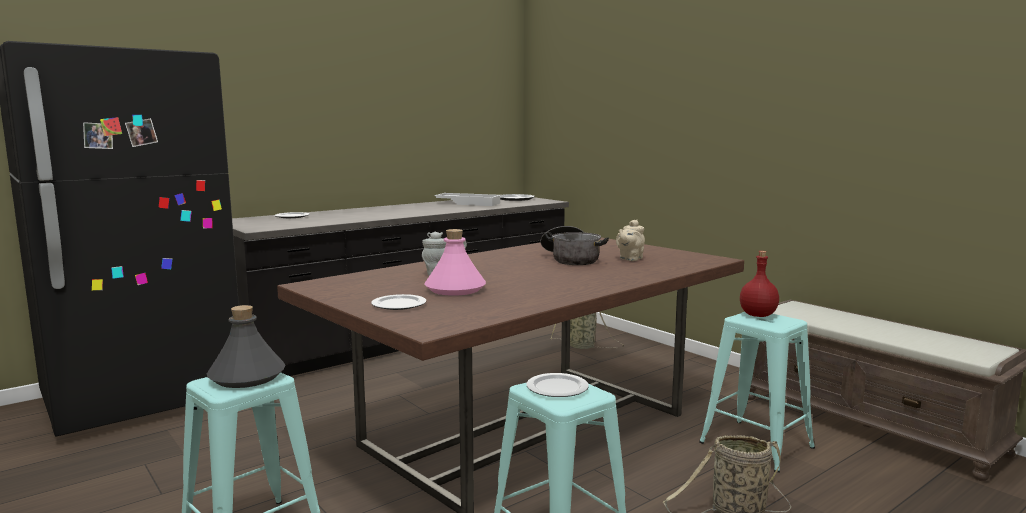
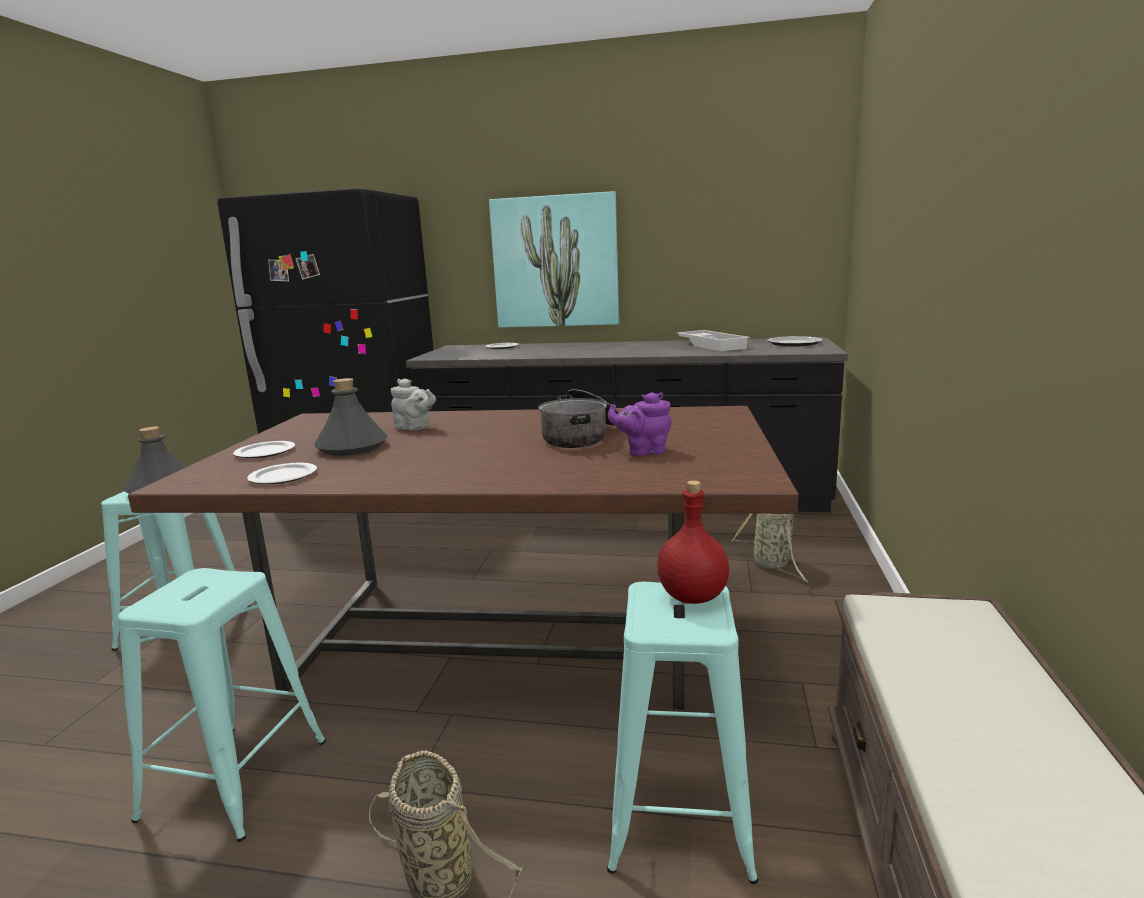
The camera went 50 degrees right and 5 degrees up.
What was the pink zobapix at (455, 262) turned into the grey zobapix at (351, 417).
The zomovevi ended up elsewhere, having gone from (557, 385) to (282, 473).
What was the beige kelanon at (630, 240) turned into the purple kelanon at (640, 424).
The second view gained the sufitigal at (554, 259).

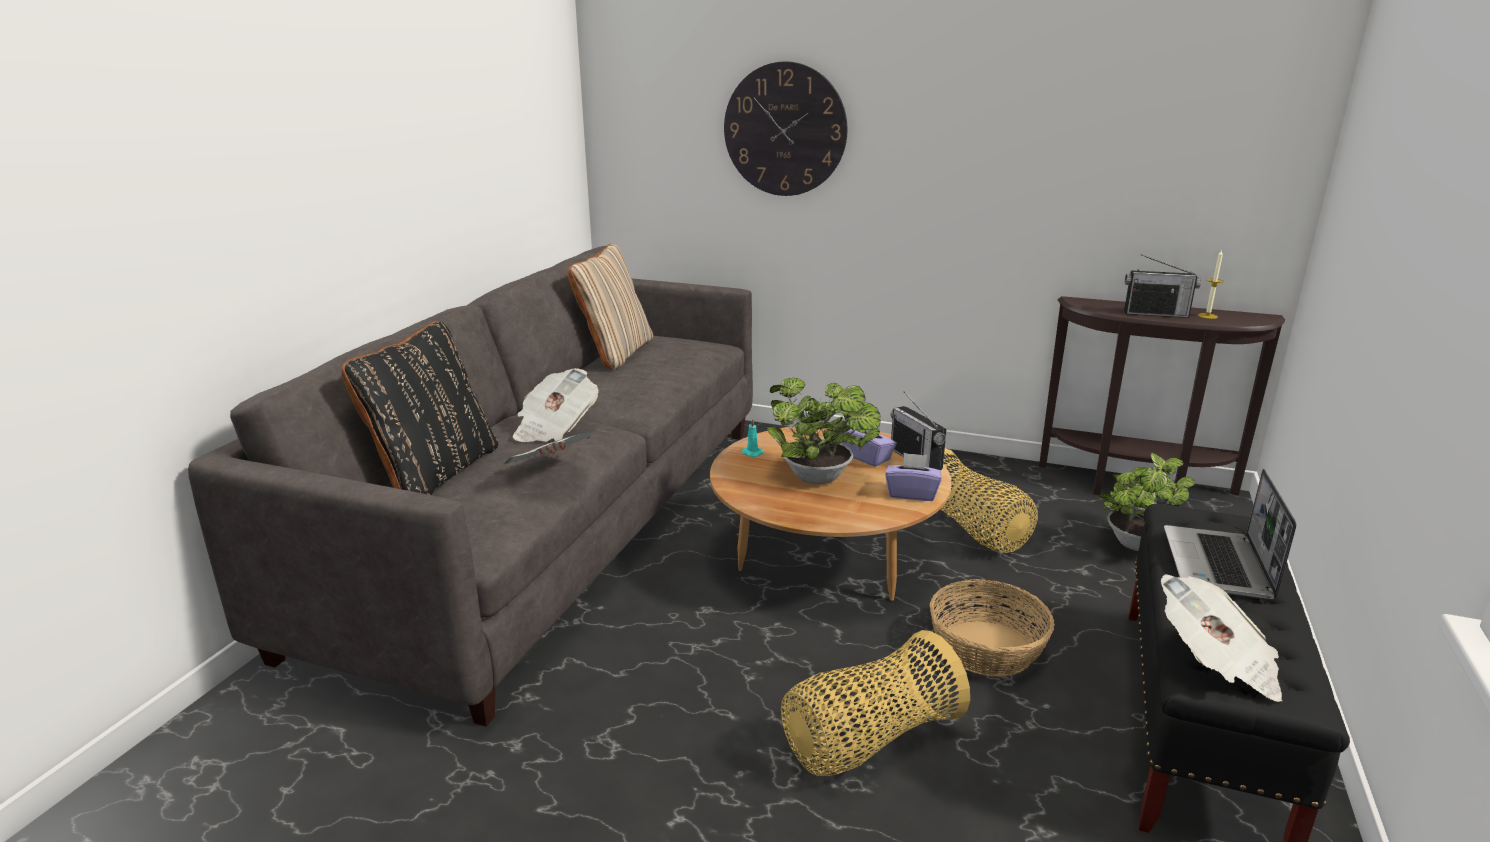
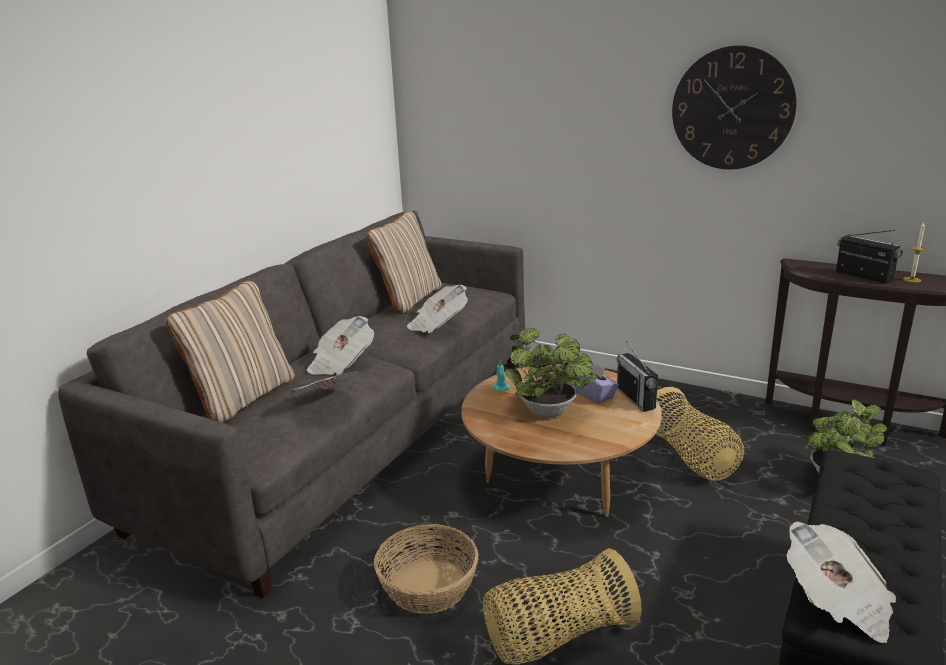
The camera went 10 degrees right and 0 degrees up.
What was the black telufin at (419, 408) turned into the beige telufin at (230, 351).
The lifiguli ended up elsewhere, having gone from (786, 129) to (734, 107).
The second view lost the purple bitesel at (913, 477).
The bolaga ended up elsewhere, having gone from (992, 628) to (426, 569).
The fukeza at (1162, 286) ended up facing another way, 150 degrees counterclockwise from before.
The second view lost the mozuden at (1230, 534).
The second view gained the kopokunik at (437, 309).

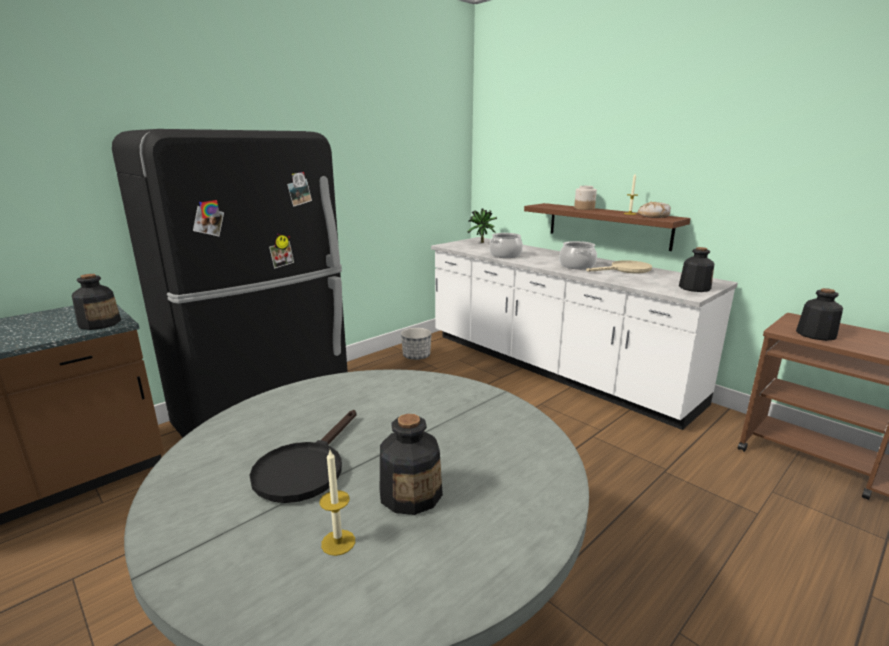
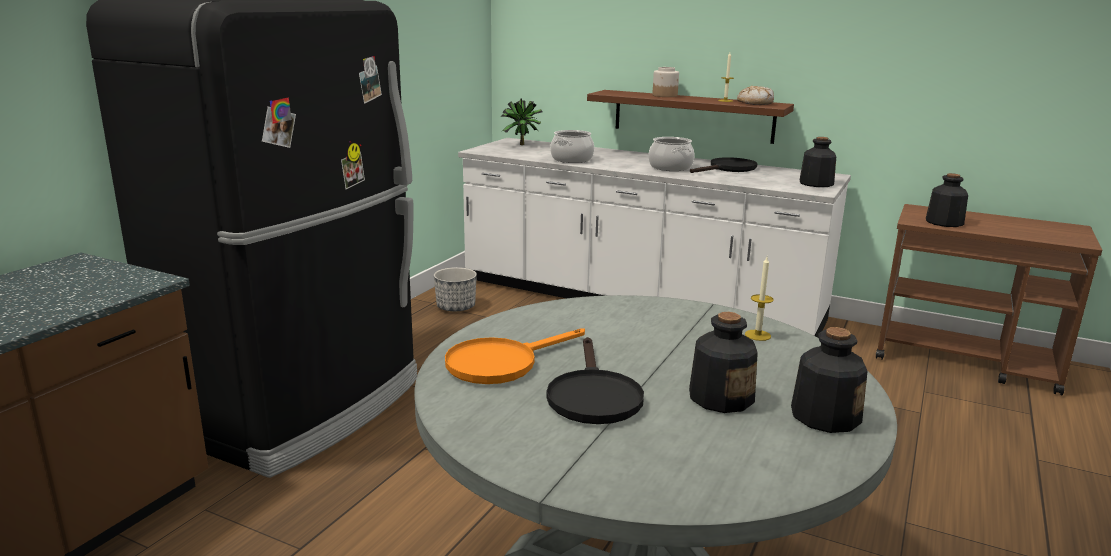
The camera went 20 degrees left and 0 degrees up.
The zobapix ended up elsewhere, having gone from (96, 302) to (829, 380).
The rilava ended up elsewhere, having gone from (337, 503) to (759, 299).
What was the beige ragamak at (619, 267) turned into the black ragamak at (723, 165).
The second view gained the orange ragamak at (515, 356).

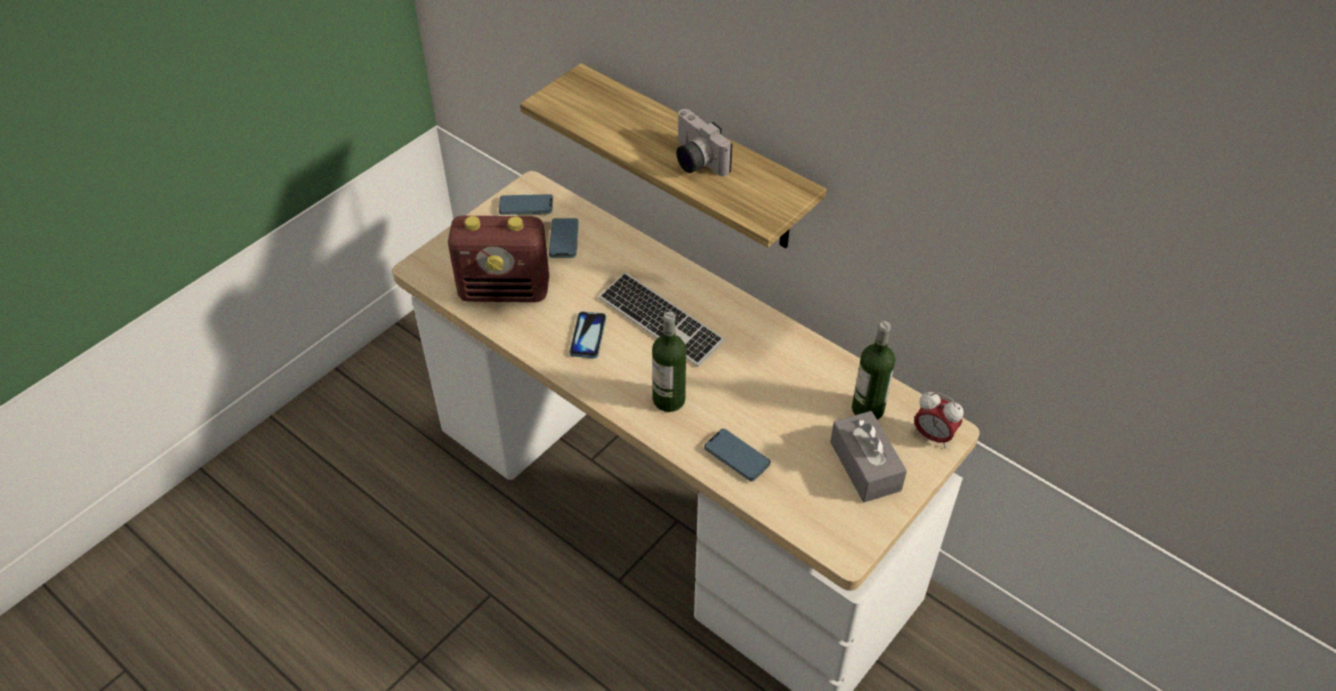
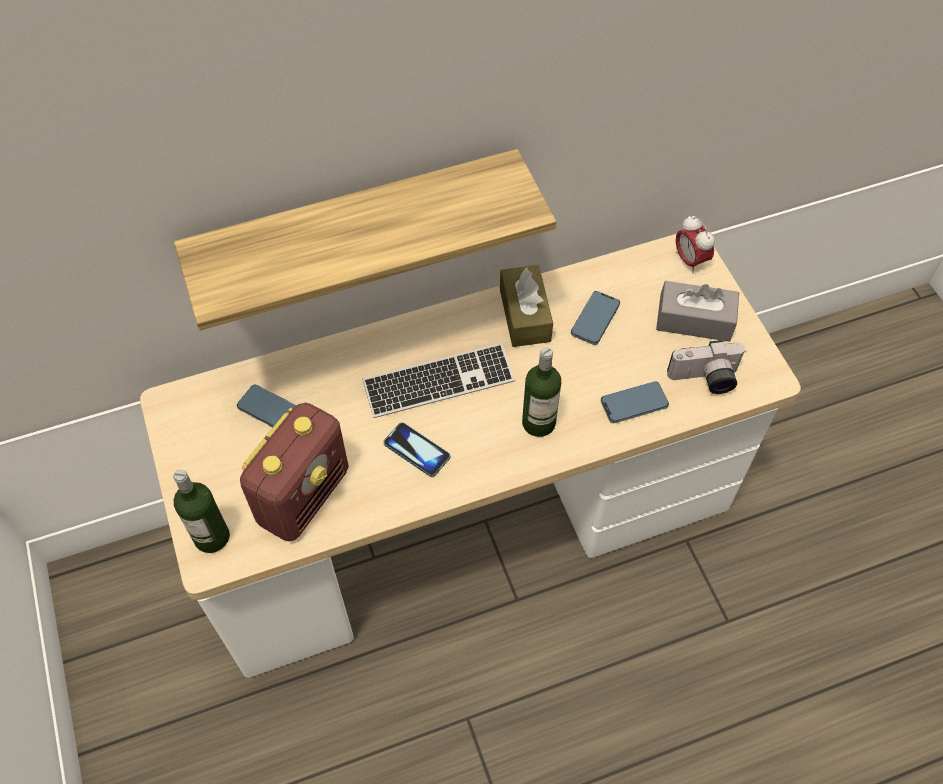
The camera went 60 degrees left and 10 degrees up.
The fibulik ended up elsewhere, having gone from (526, 204) to (595, 318).
The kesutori ended up elsewhere, having gone from (704, 142) to (706, 367).
The zobapix ended up elsewhere, having gone from (873, 370) to (201, 511).
The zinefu at (939, 420) ended up facing another way, 90 degrees clockwise from before.
The second view gained the brown bitesel at (526, 306).

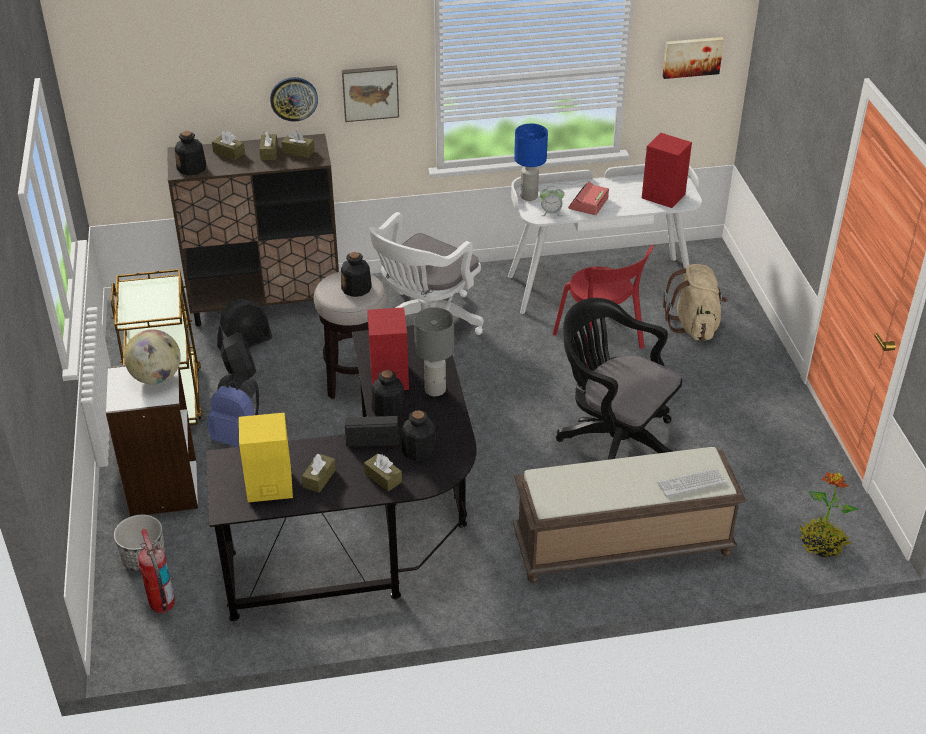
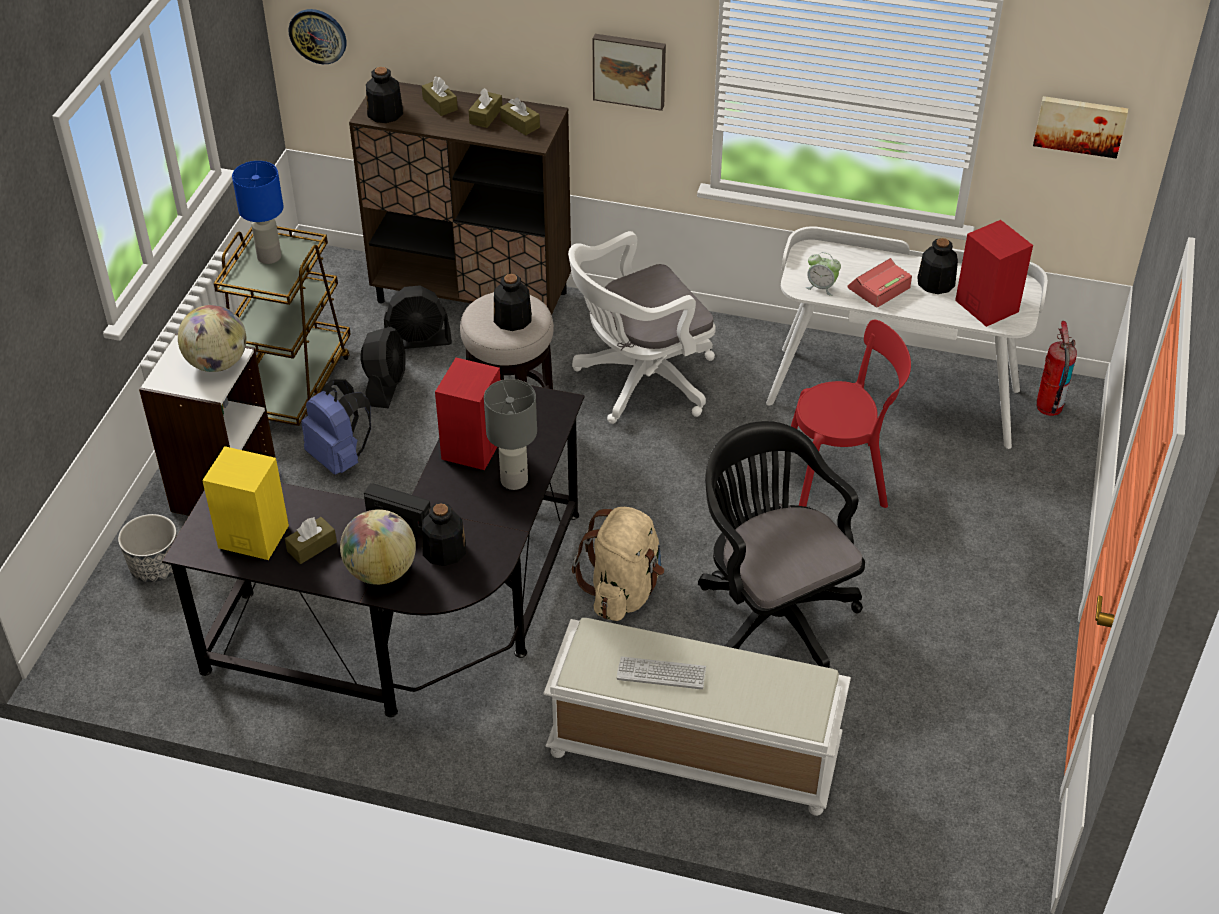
The camera went 25 degrees right and 5 degrees up.
The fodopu ended up elsewhere, having gone from (156, 571) to (1056, 368).
The lifiguli ended up elsewhere, having gone from (294, 99) to (317, 36).
Where the brown bitesel stood at (383, 472), the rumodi came to stand at (378, 547).
The zobapix ended up elsewhere, having gone from (389, 393) to (937, 266).
What was the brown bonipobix at (629, 515) turned into the white bonipobix at (697, 717).
The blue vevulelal ended up elsewhere, having gone from (531, 162) to (257, 212).
The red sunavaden at (603, 306) ended up facing another way, 90 degrees counterclockwise from before.
The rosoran ended up elsewhere, having gone from (691, 483) to (661, 673).
The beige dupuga ended up elsewhere, having gone from (695, 302) to (618, 564).
The second view lost the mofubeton at (828, 514).

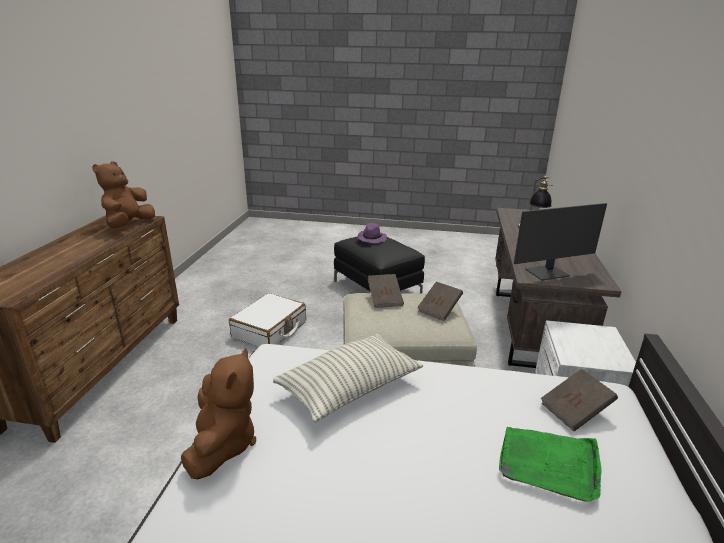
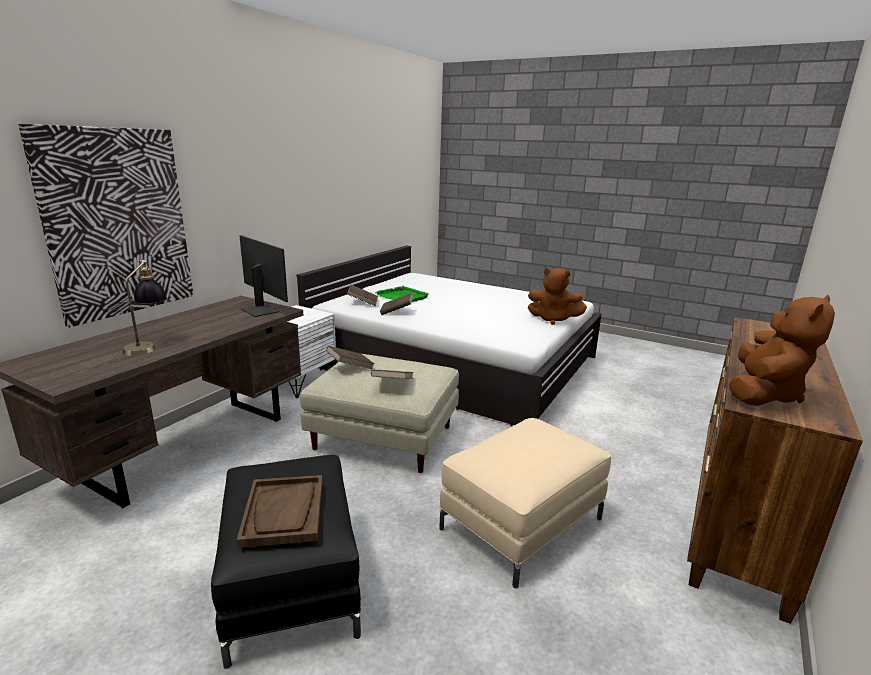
The camera went 160 degrees left and 5 degrees down.
The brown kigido at (218, 413) ended up facing another way, 90 degrees counterclockwise from before.
Where the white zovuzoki stood at (267, 320), the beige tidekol came to stand at (525, 503).
The second view lost the telufin at (348, 378).
Where the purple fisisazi stood at (372, 233), the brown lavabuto came to stand at (279, 511).
The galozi at (560, 241) ended up facing another way, 45 degrees clockwise from before.
The second view gained the sufitigal at (106, 226).
The second view gained the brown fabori at (396, 304).

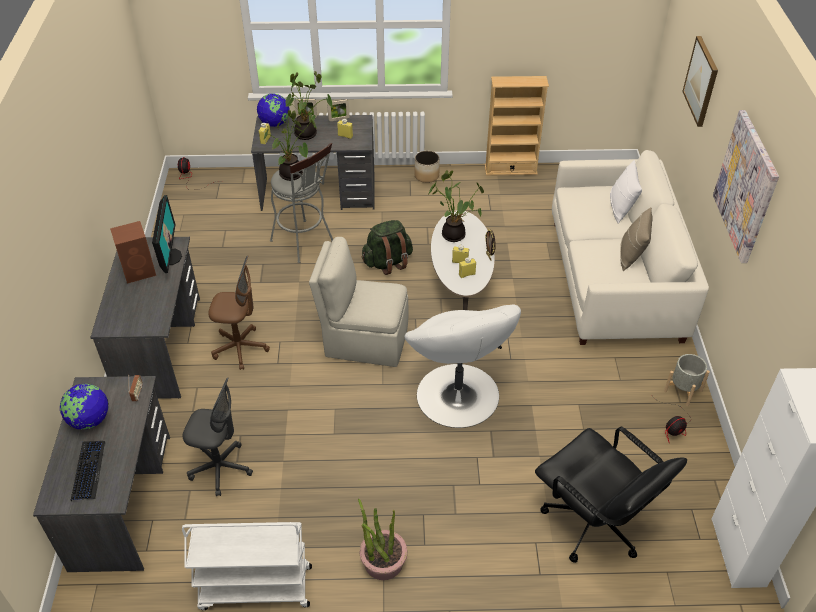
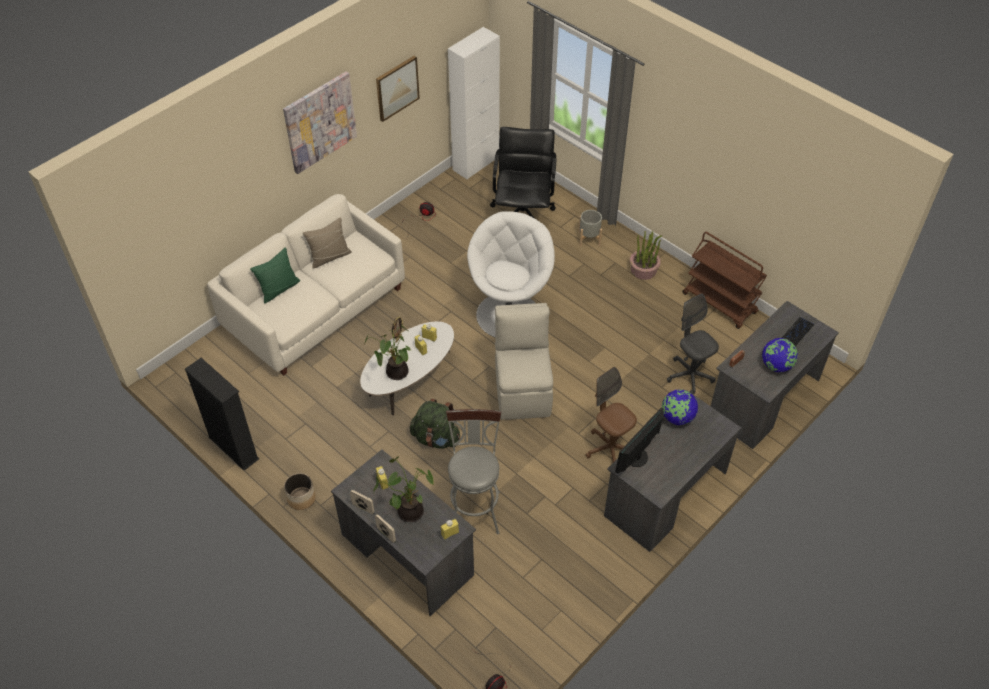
The camera went 135 degrees left and 5 degrees up.
The second view lost the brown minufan at (133, 252).
What was the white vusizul at (247, 566) turned into the brown vusizul at (724, 280).
The rumodi ended up elsewhere, having gone from (273, 110) to (680, 407).
The second view lost the mofubeton at (290, 145).
The beige sunavaden at (358, 302) ended up facing another way, 150 degrees counterclockwise from before.
What was the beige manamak at (517, 126) turned into the black manamak at (222, 414).
What was the white telufin at (626, 192) turned into the green telufin at (275, 275).
The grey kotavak ended up elsewhere, having gone from (687, 380) to (590, 228).
The sufitigal ended up elsewhere, having gone from (700, 81) to (398, 89).

